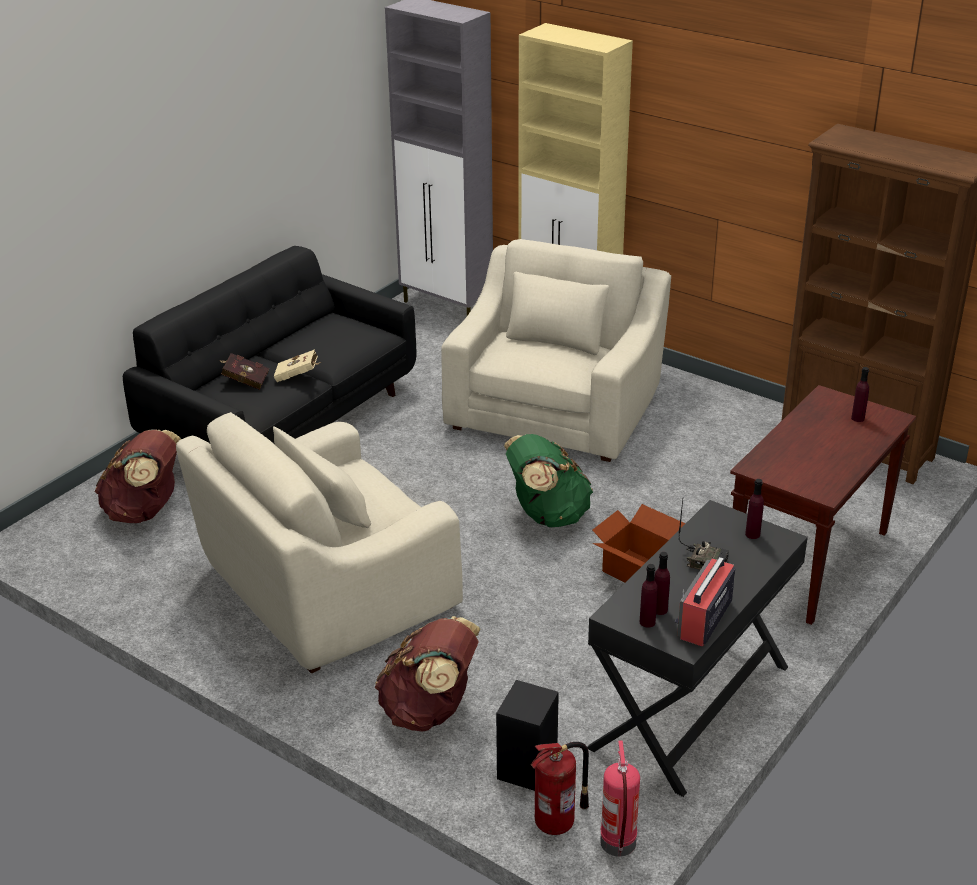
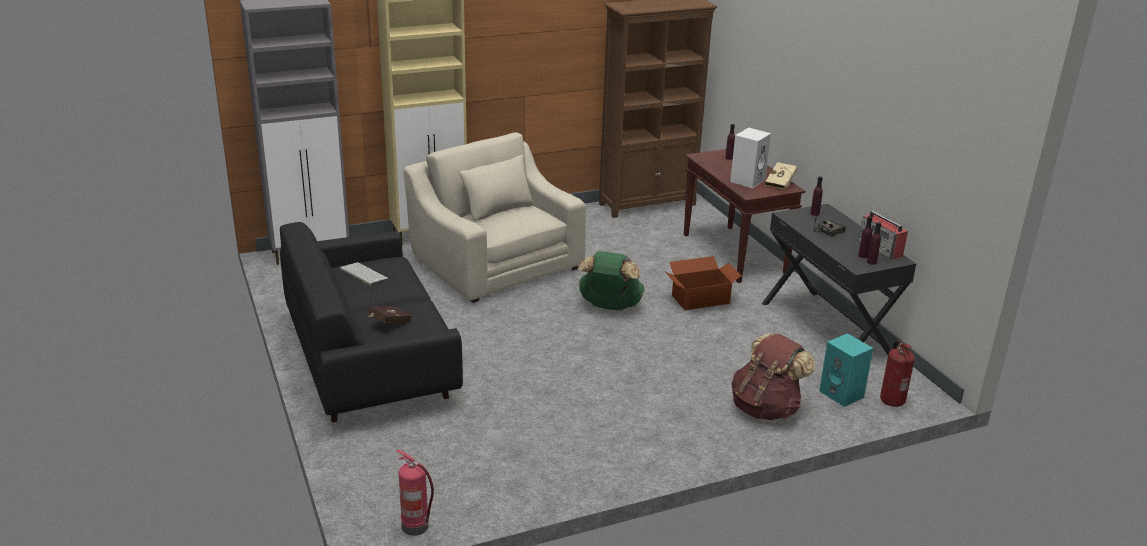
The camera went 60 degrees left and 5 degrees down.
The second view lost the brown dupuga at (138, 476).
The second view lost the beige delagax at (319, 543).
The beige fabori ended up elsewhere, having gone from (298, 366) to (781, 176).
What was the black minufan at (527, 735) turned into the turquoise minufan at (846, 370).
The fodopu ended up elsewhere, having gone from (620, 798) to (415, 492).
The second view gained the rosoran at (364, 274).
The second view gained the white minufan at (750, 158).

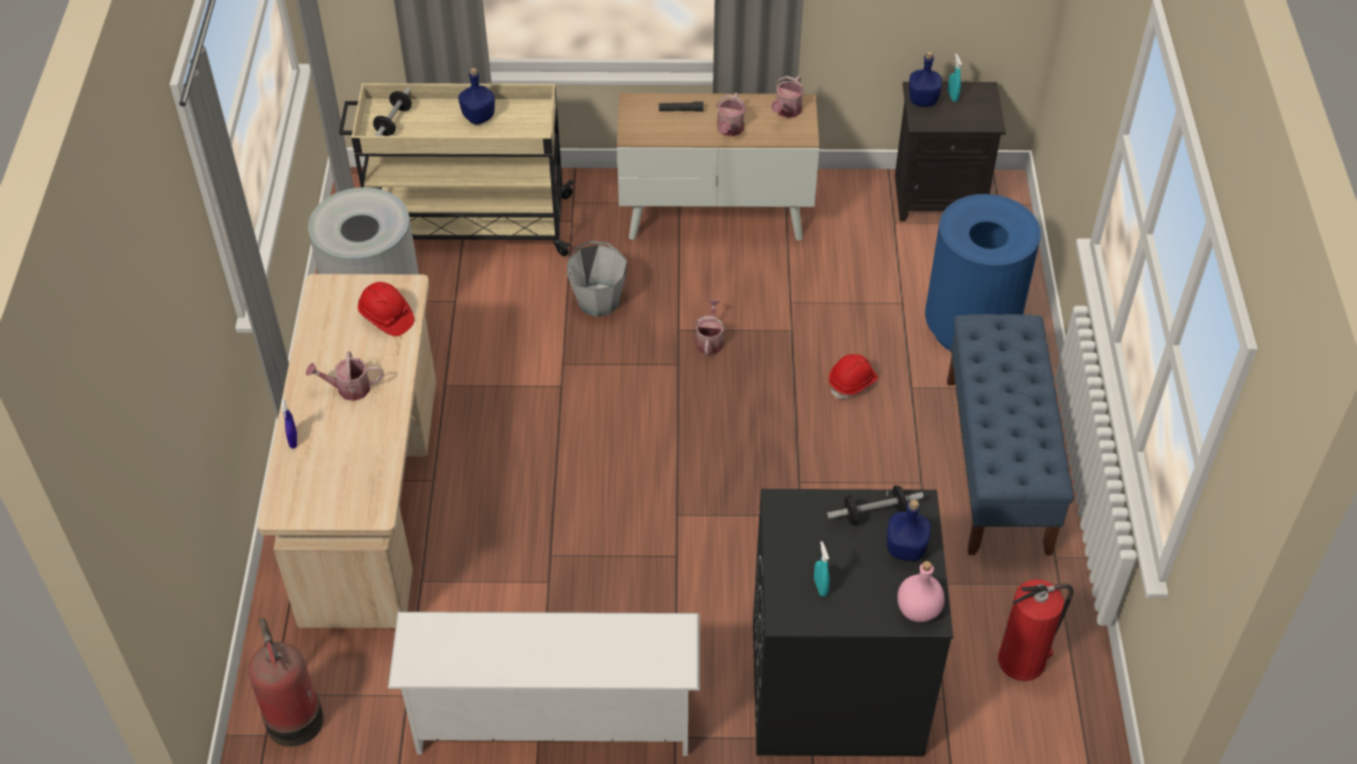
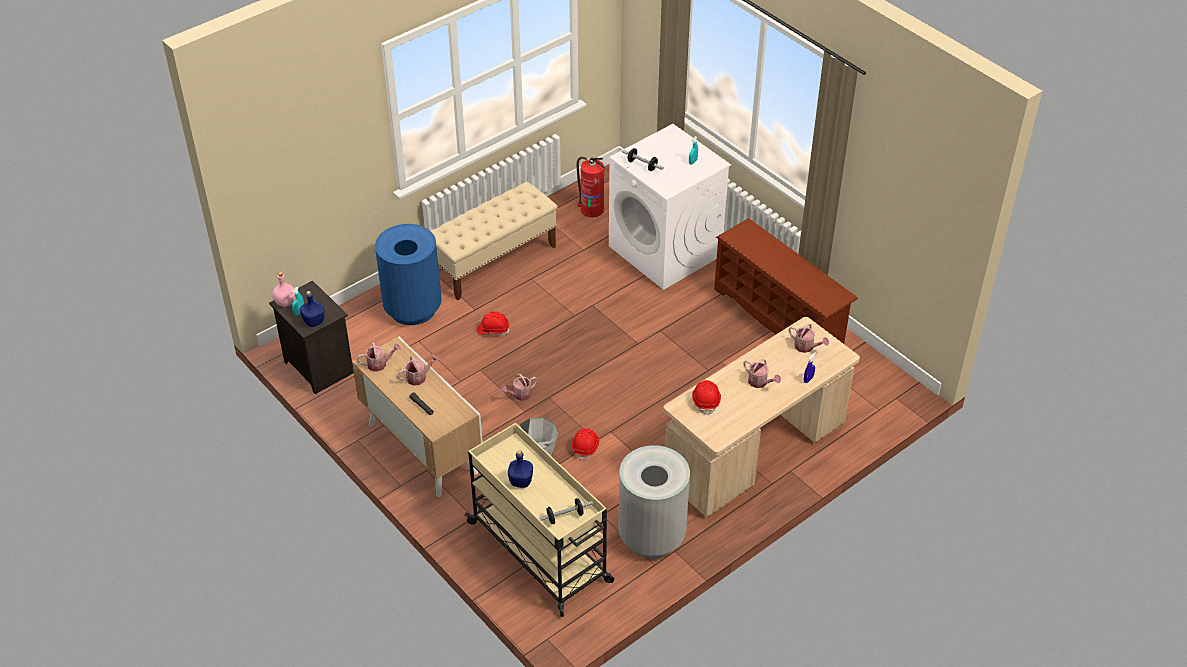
The camera went 130 degrees left and 5 degrees down.
The second view lost the fodopu at (286, 682).
What was the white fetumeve at (544, 684) turned into the brown fetumeve at (786, 281).
What was the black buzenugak at (853, 622) turned into the white buzenugak at (670, 207).
The second view lost the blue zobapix at (909, 530).
The pink zobapix ended up elsewhere, having gone from (920, 591) to (284, 289).
What was the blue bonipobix at (1010, 434) turned into the beige bonipobix at (494, 241).
The second view gained the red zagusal at (586, 444).
The second view gained the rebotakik at (809, 338).

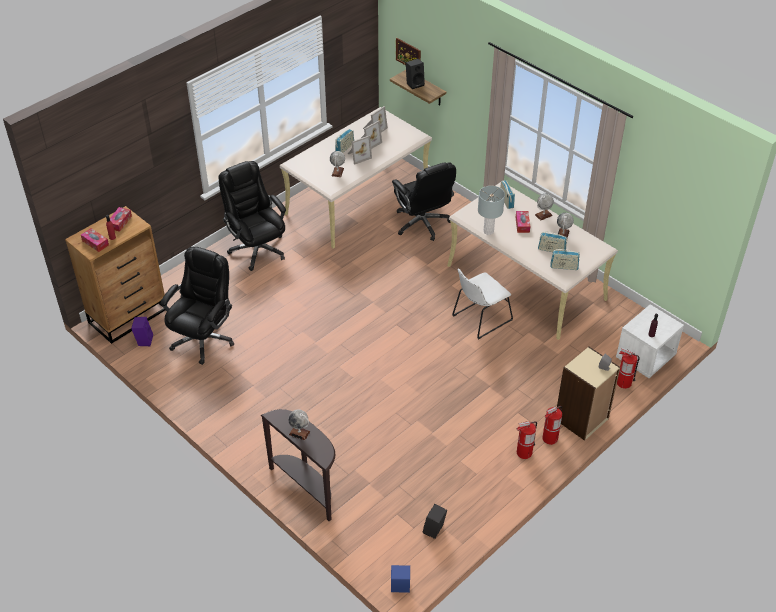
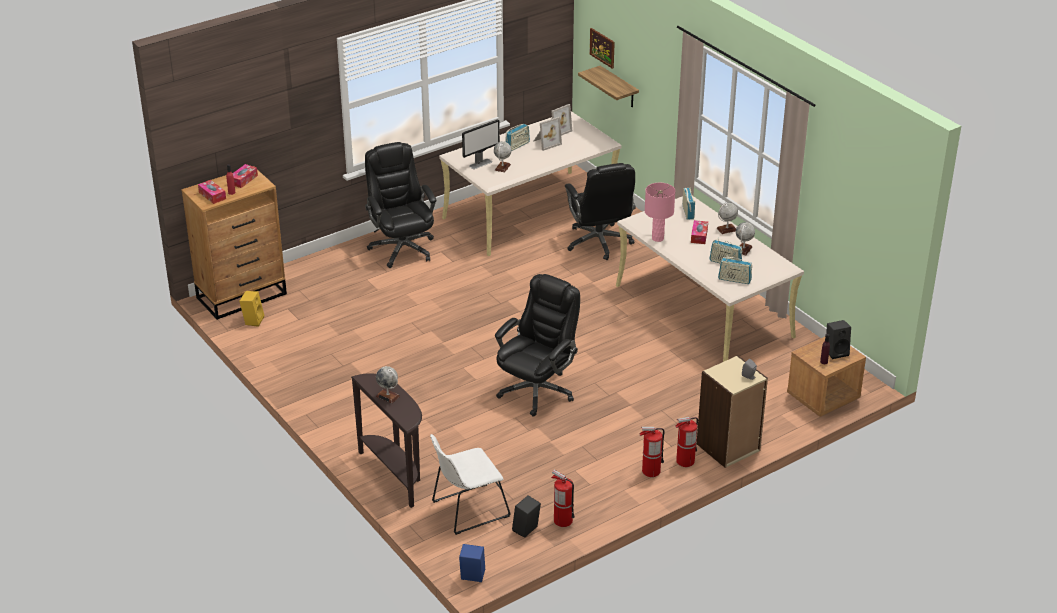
The camera went 10 degrees right and 10 degrees down.
What was the purple minufan at (142, 331) turned into the yellow minufan at (251, 309).
The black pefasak ended up elsewhere, having gone from (197, 306) to (537, 345).
The second view lost the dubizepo at (360, 150).
The black minufan ended up elsewhere, having gone from (415, 74) to (838, 339).
The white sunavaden ended up elsewhere, having gone from (482, 304) to (470, 484).
What was the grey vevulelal at (491, 210) turned into the pink vevulelal at (660, 212).
What was the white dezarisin at (650, 341) turned into the brown dezarisin at (826, 377).
The fodopu ended up elsewhere, having gone from (628, 368) to (563, 498).
The second view gained the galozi at (481, 144).

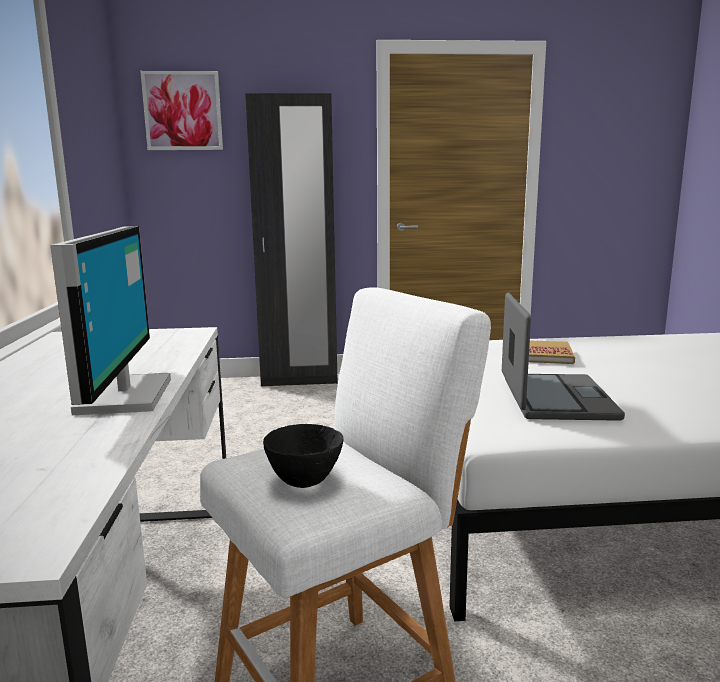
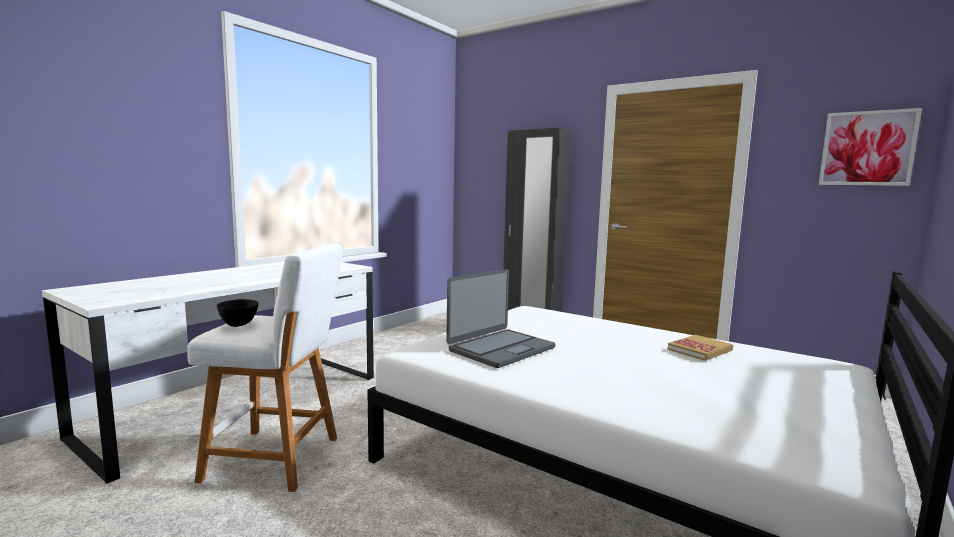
The camera went 40 degrees right and 5 degrees down.
The second view lost the galozi at (110, 320).
The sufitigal ended up elsewhere, having gone from (181, 110) to (870, 147).
The fabori ended up elsewhere, having gone from (552, 352) to (700, 348).

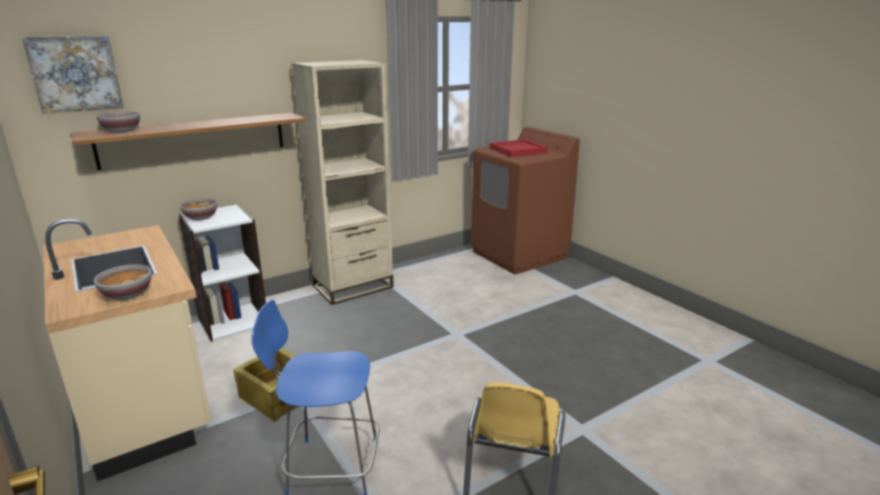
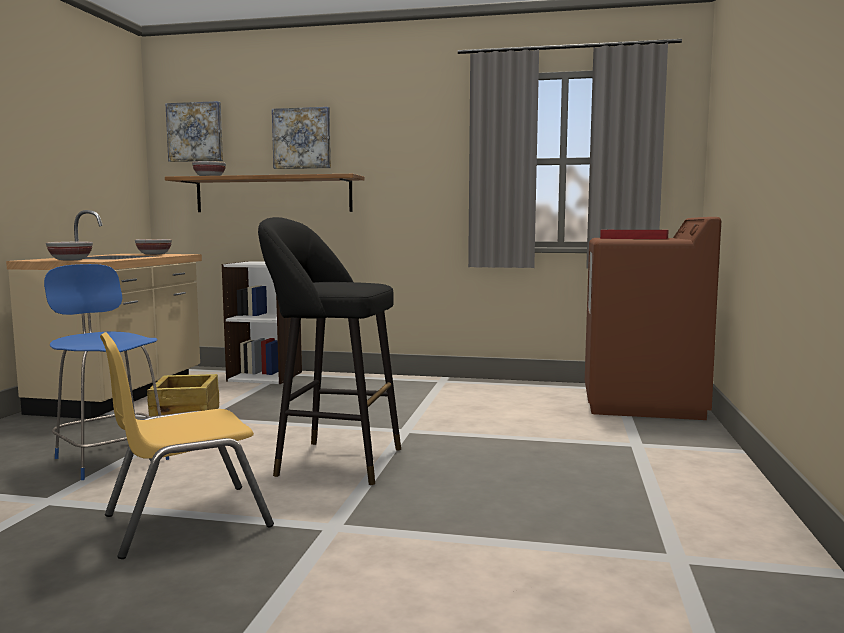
The camera went 45 degrees right and 15 degrees down.
The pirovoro ended up elsewhere, having gone from (198, 209) to (153, 247).
The second view lost the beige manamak at (343, 182).
The second view gained the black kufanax at (329, 351).
The second view gained the sufitigal at (301, 138).

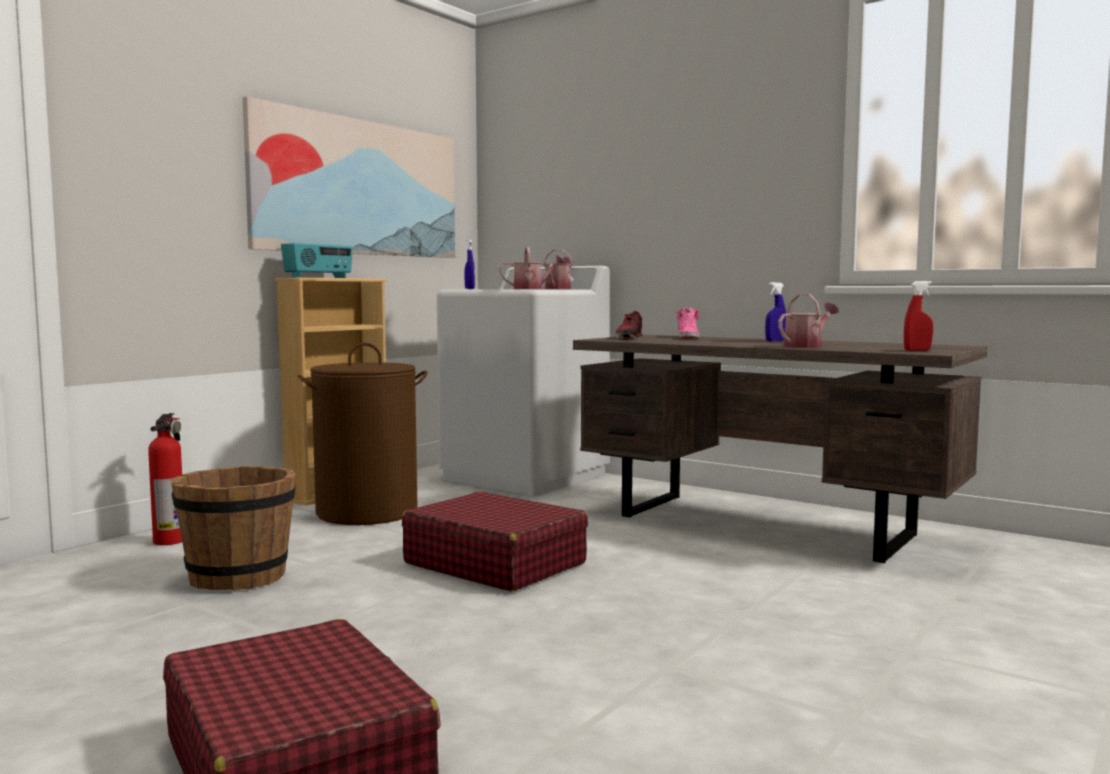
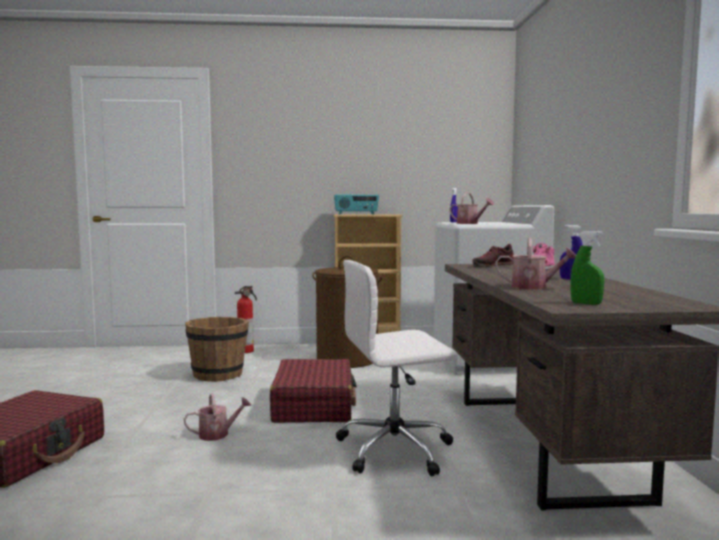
The camera went 50 degrees right and 0 degrees up.
The second view lost the sufitigal at (349, 177).
The rebotakik ended up elsewhere, having gone from (558, 269) to (217, 417).
What was the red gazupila at (918, 316) turned into the green gazupila at (587, 268).
The second view gained the white pefasak at (397, 368).

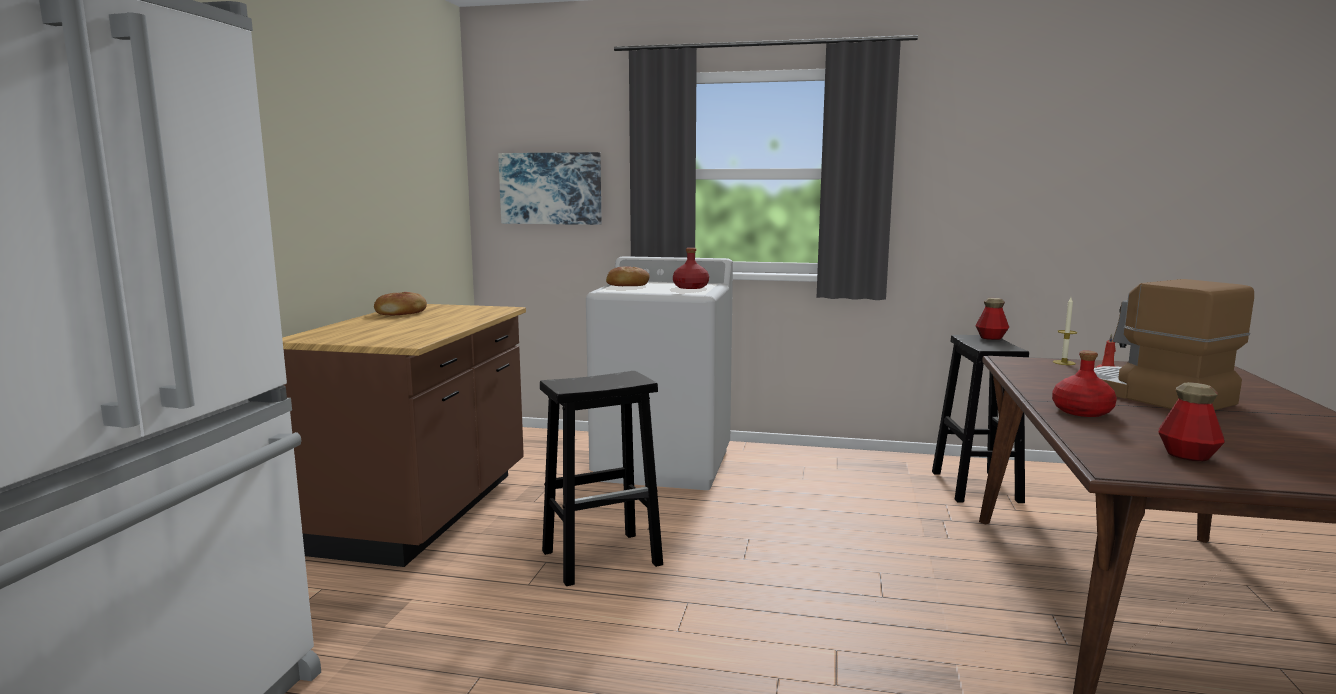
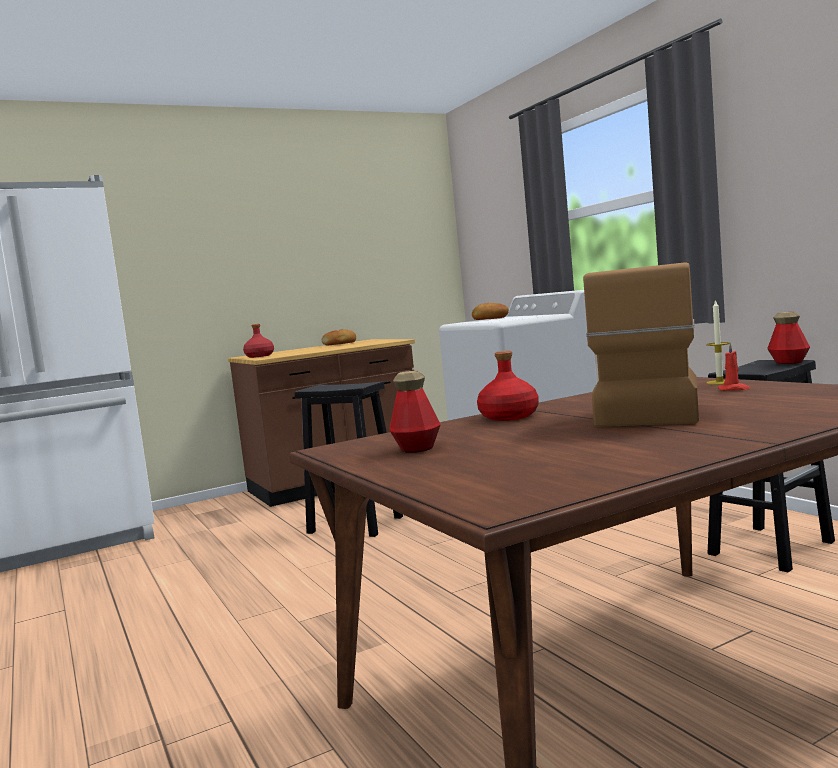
The camera went 50 degrees right and 5 degrees down.
The second view lost the sufitigal at (550, 188).
The red zobapix ended up elsewhere, having gone from (691, 268) to (258, 341).

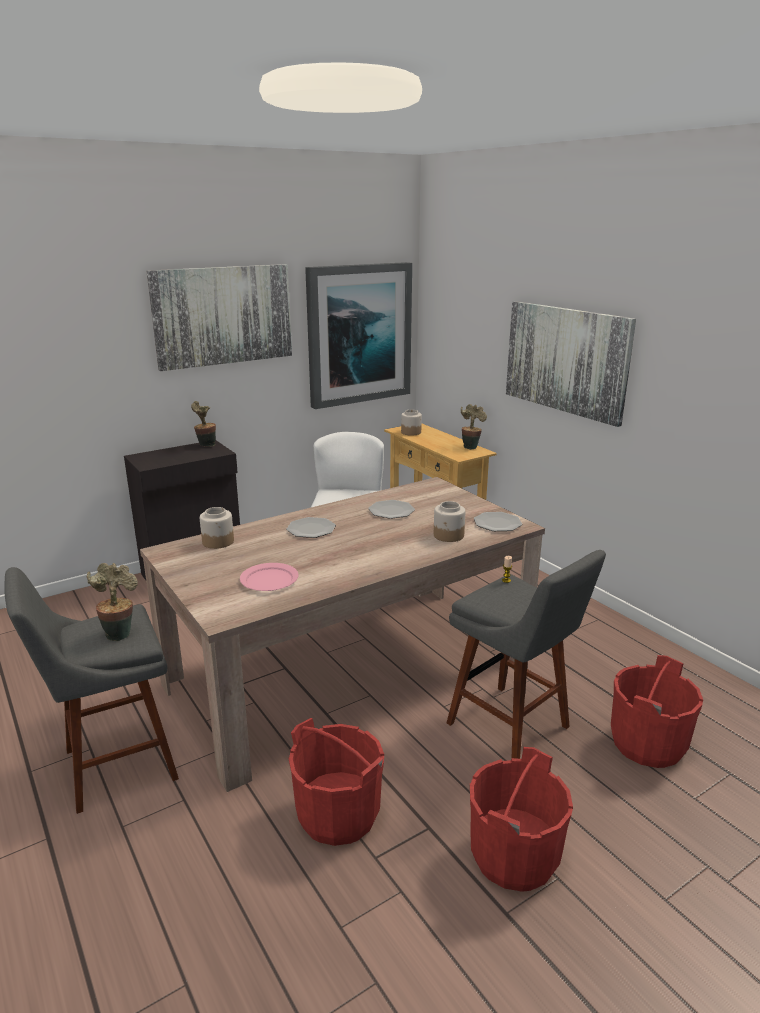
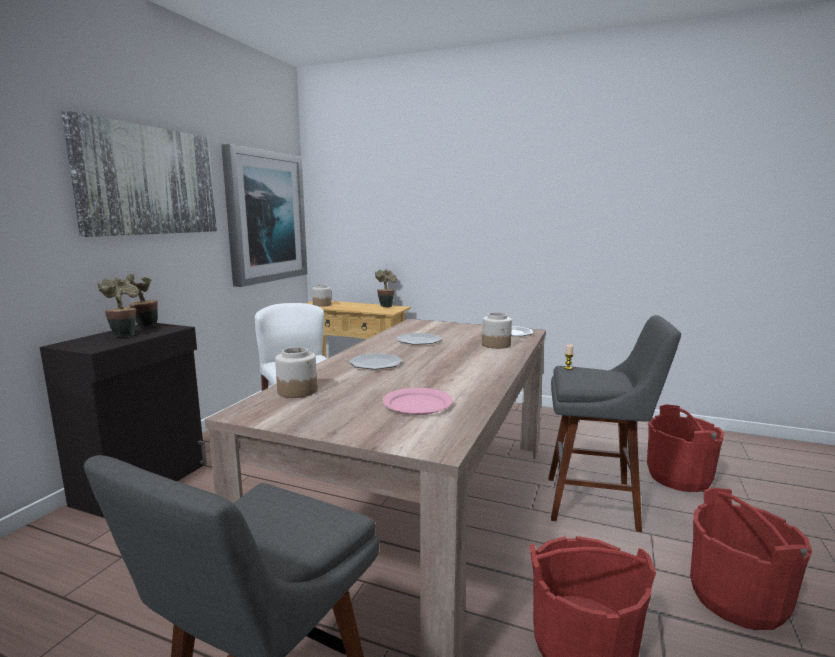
The camera went 35 degrees left and 10 degrees down.
The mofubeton ended up elsewhere, having gone from (112, 602) to (118, 307).
The second view lost the sufitigal at (571, 364).

